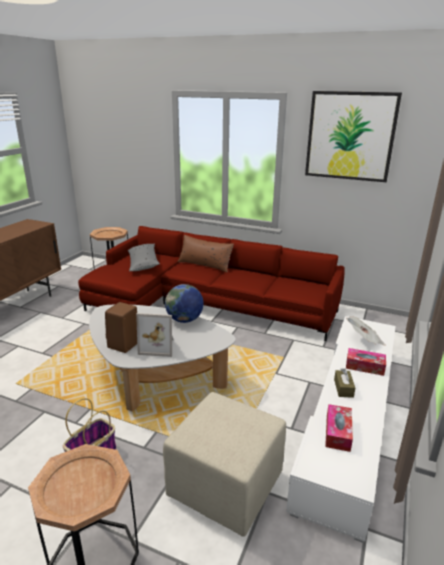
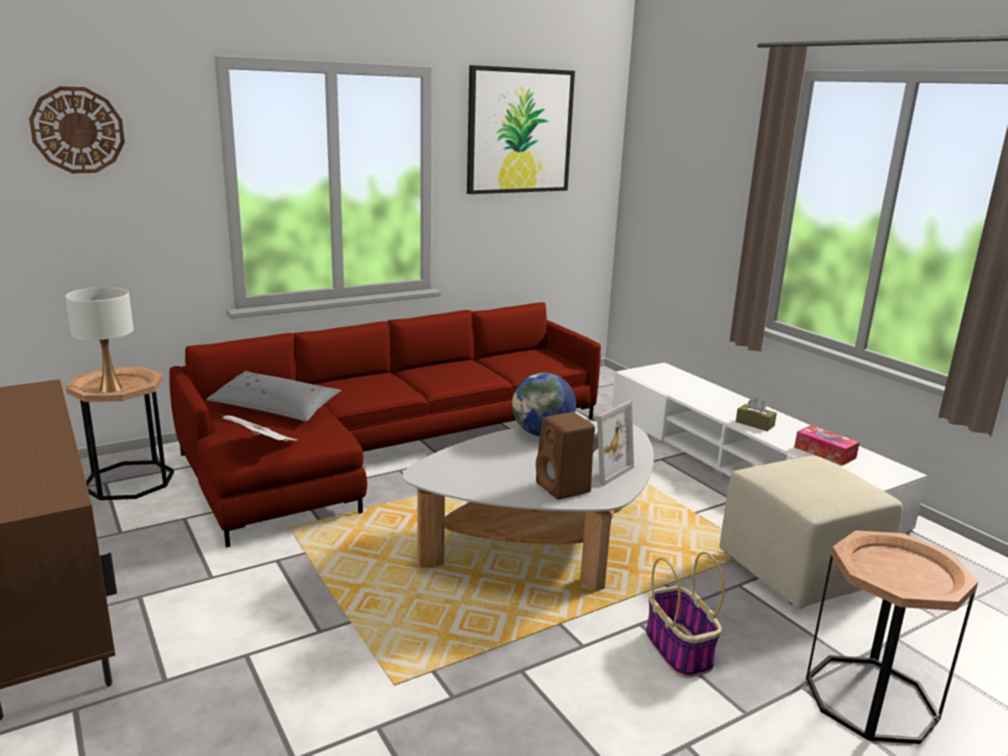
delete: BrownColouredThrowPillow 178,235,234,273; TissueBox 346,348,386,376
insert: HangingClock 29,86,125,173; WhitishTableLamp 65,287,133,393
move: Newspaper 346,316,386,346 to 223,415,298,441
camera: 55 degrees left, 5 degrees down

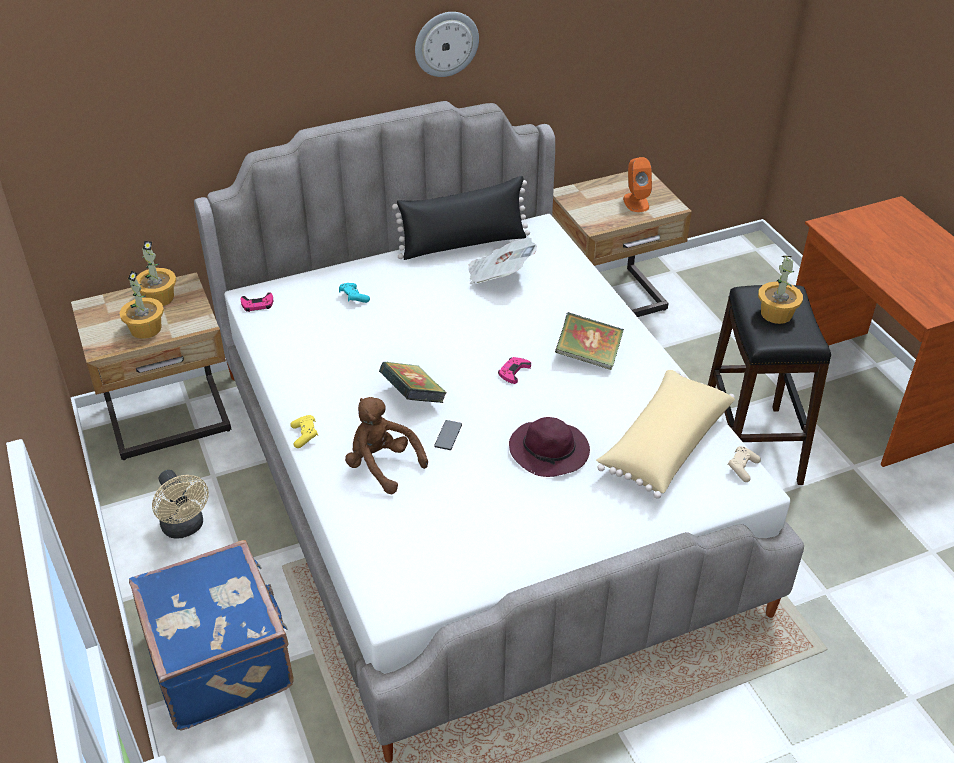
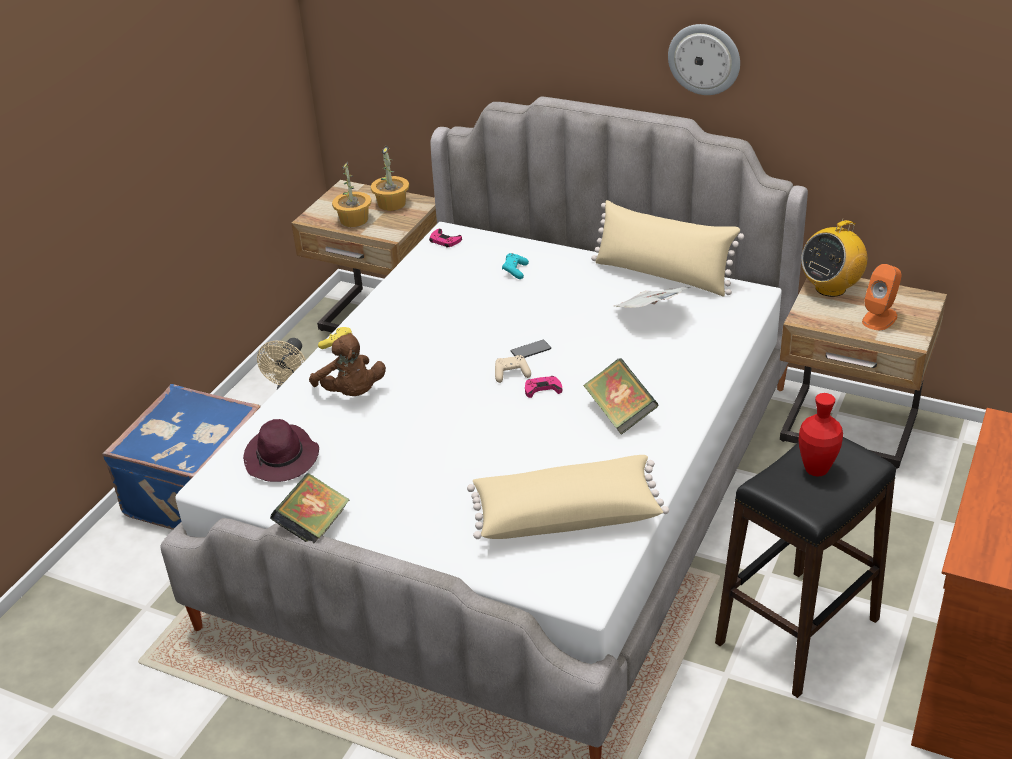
insert: Radio 801,218,867,297
move: PurpleColouredWearableHat 509,417,590,477 to 243,419,319,482; Book 379,362,447,403 to 270,473,350,543; BeigeJoypad 728,446,761,482 to 495,355,531,383; Phone 434,420,462,450 to 511,340,551,358
replace: PottedPlant 758,256,803,324 to RedColouredVase 799,393,843,477
recolor: BlackThrowPillow 392,176,530,260 to BeigeThrowPillow 591,200,744,297
rotate: BrownColouredSoftToy 345,397,428,494 = 309,333,386,396 150 degrees clockwise
camera: 50 degrees right, 5 degrees down

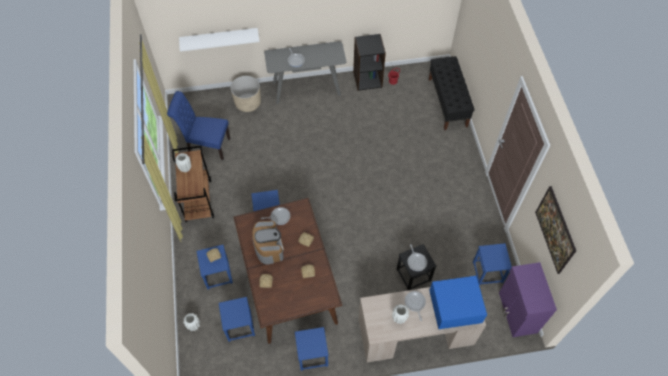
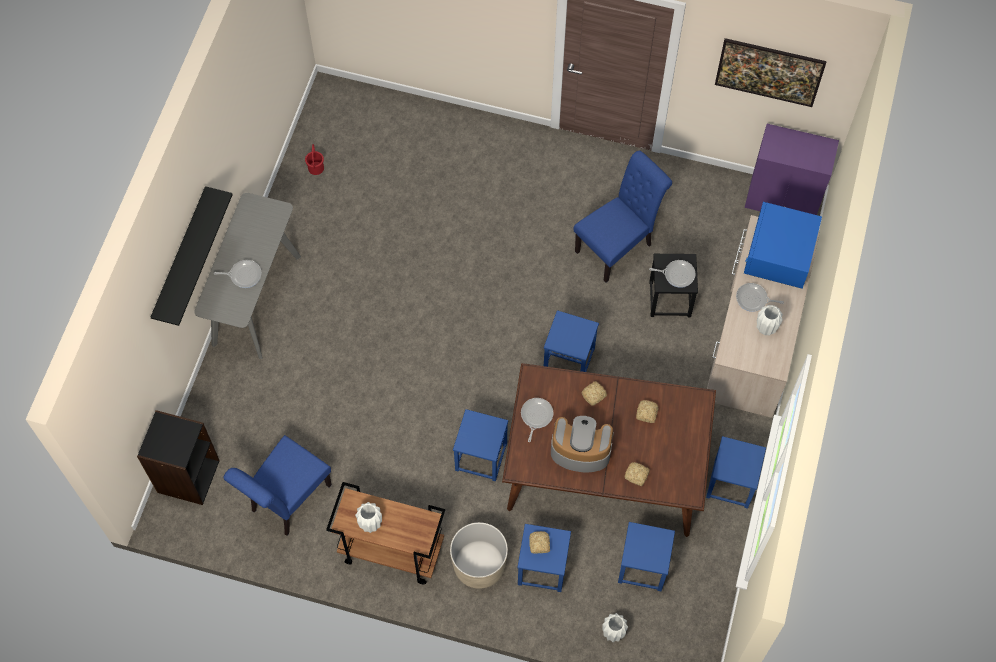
delete: WhitishBracketShelf 179,28,260,52; BlackIndoorBench 428,56,475,130
insert: BlackBracketShelf 150,186,233,326; BlueColouredPlainChair 573,151,672,283
move: BlackBookcase 353,34,386,91 to 137,410,220,505; BeigePlantPot 231,76,261,112 to 450,522,508,589; BlueColouredSittingStool 473,243,512,285 to 544,310,599,372
camera: 65 degrees left, 5 degrees up

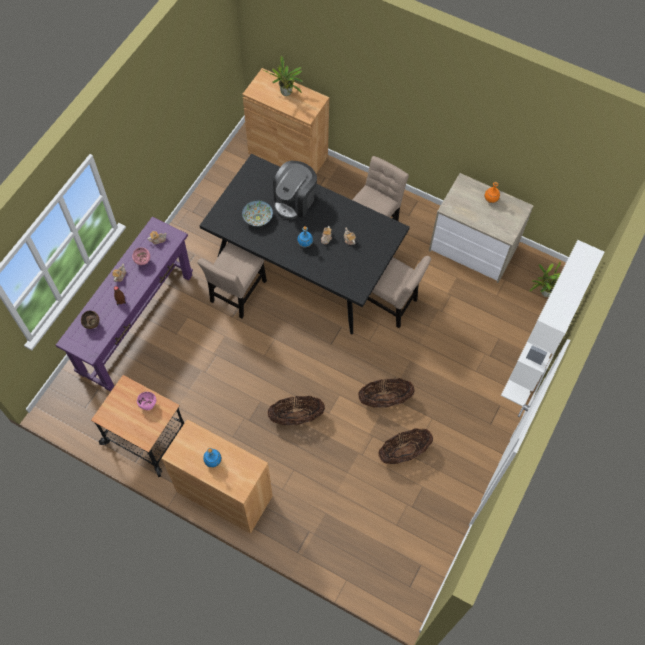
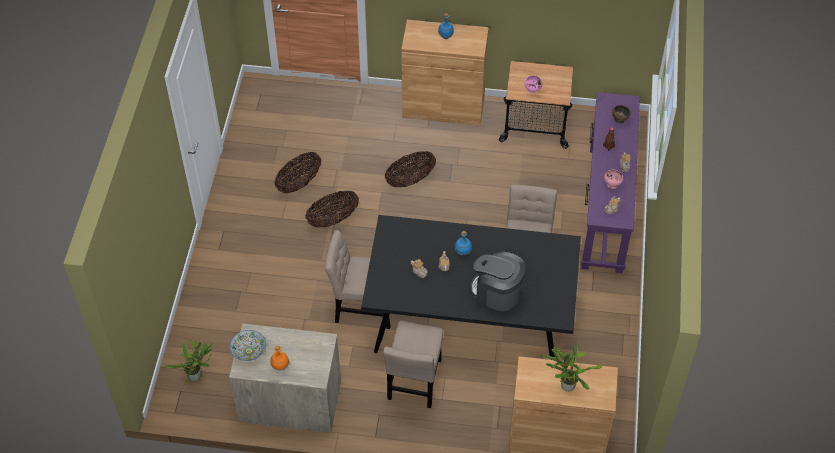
delete: WhitishBookcase 501,240,604,406
move: Bowl 242,200,273,226 to 230,330,266,361
rotate: CoffeeMachine 273,161,317,219 = 471,251,525,311 75 degrees counterclockwise
camera: 160 degrees right, 10 degrees down

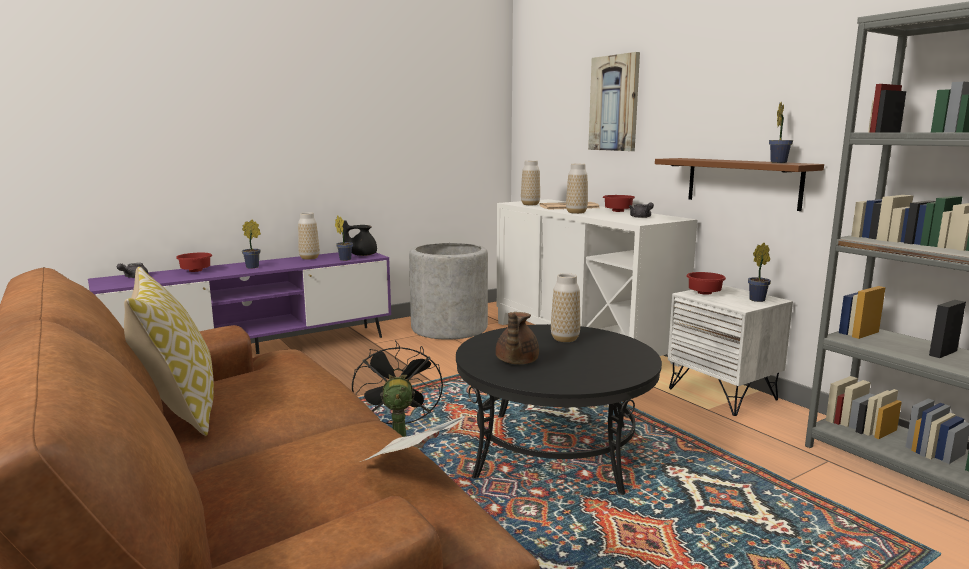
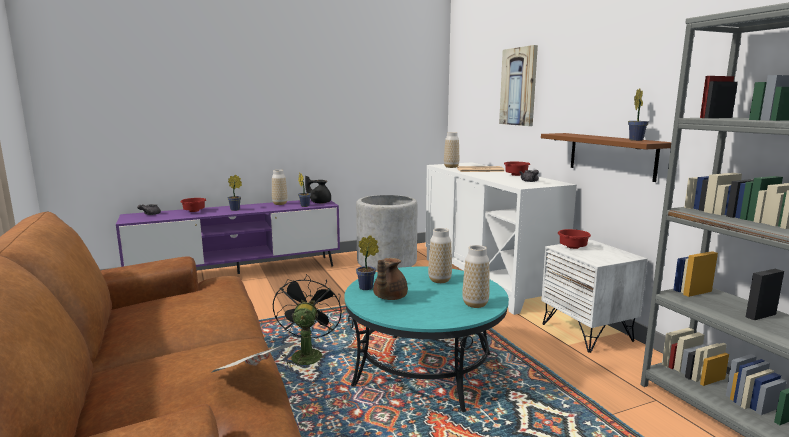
delete: ThrowPillow 124,267,214,436
move: PottedPlant 748,243,771,302 to 356,235,379,290; Vase 566,164,588,214 to 462,245,490,308
recolor: BlackCoffeeTable 456,324,662,495 to BlueGreenCoffeeTable 344,267,509,412
camera: 10 degrees right, 0 degrees up

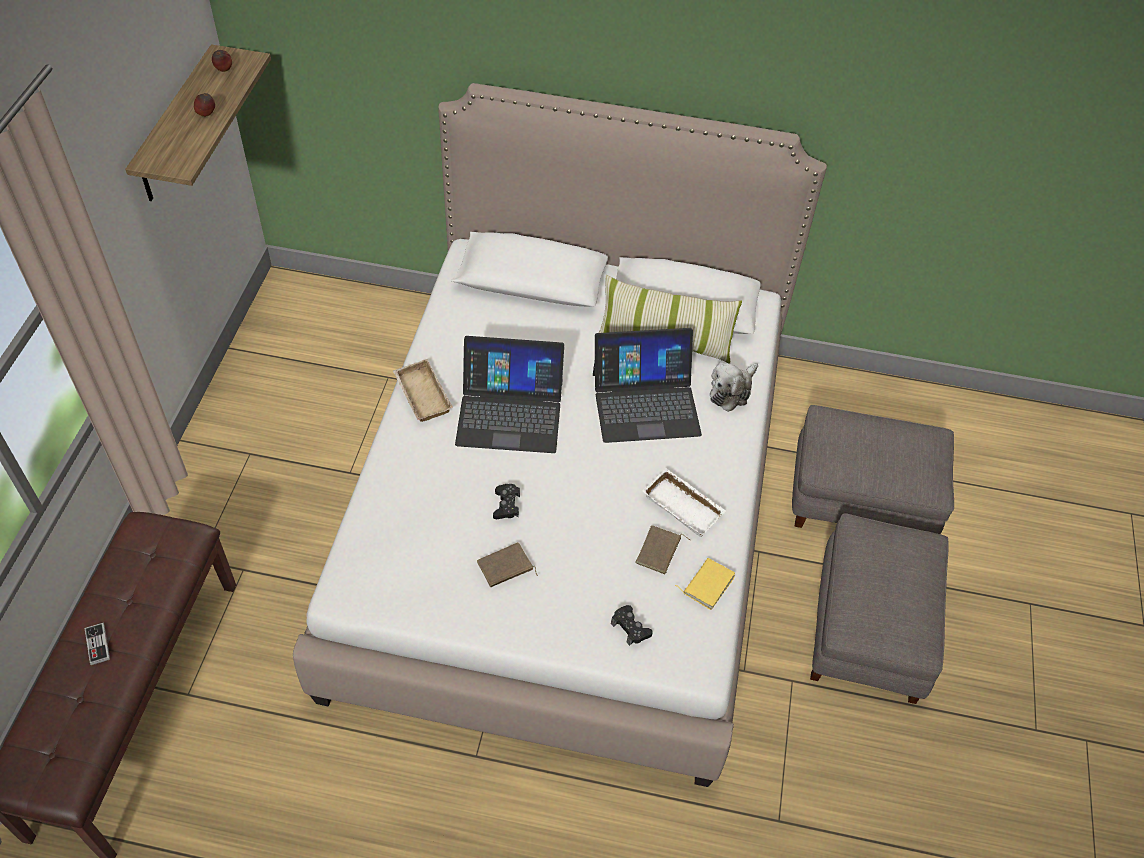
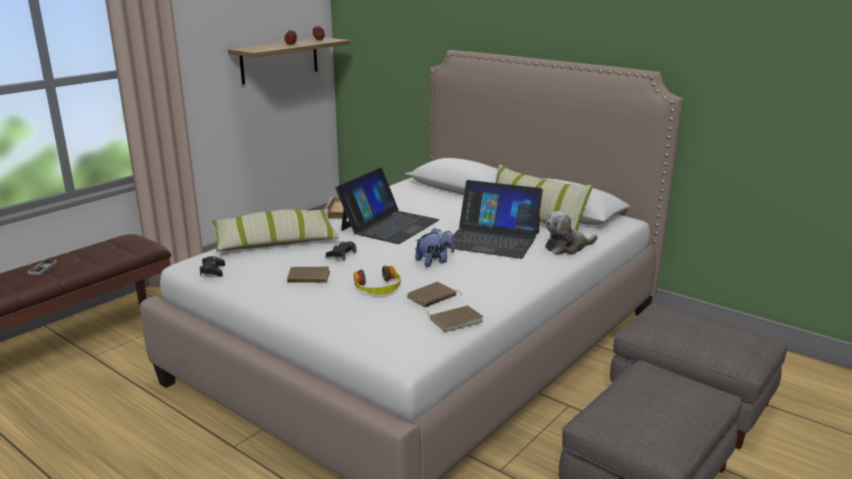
delete: WhitishServingTray 643,468,726,537
insert: ThrowPillow 212,209,339,252; Headset 354,265,400,295; SoftToy 415,228,455,267
move: BlackJoypad 611,605,653,646 to 200,256,225,276
recolor: YellowBook 675,558,735,610 to BrownColouredBook 426,305,483,332
rotate: PortableComputer 455,336,564,453 = 335,168,439,244 90 degrees counterclockwise
camera: 30 degrees right, 30 degrees down

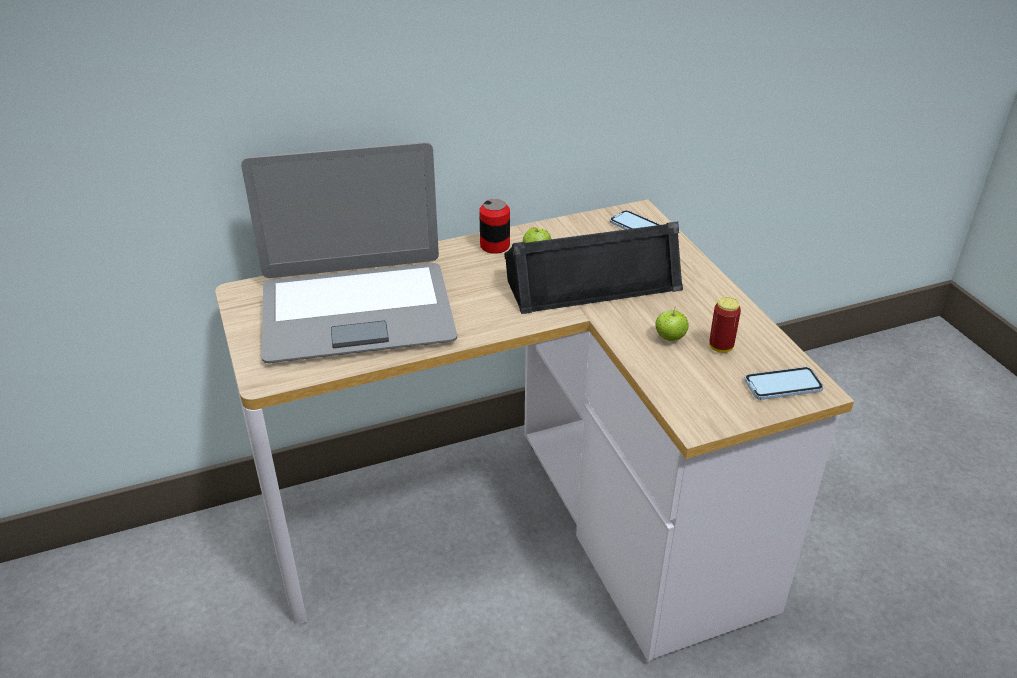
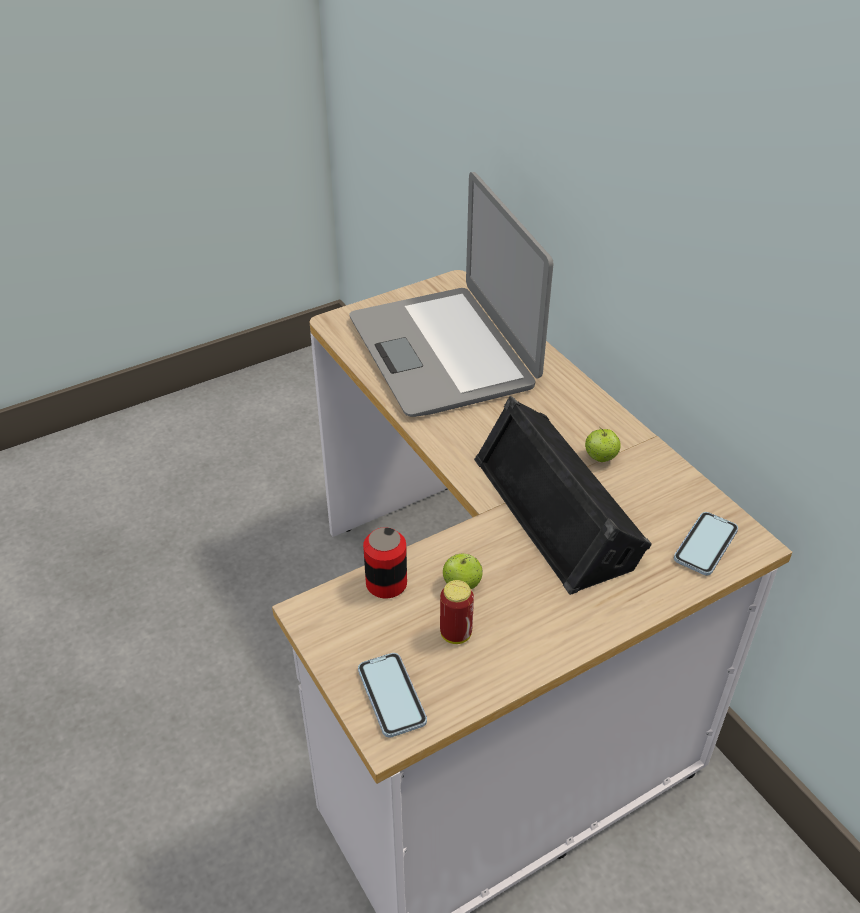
move: Can 479,199,510,254 to 363,527,407,598
camera: 80 degrees right, 5 degrees up

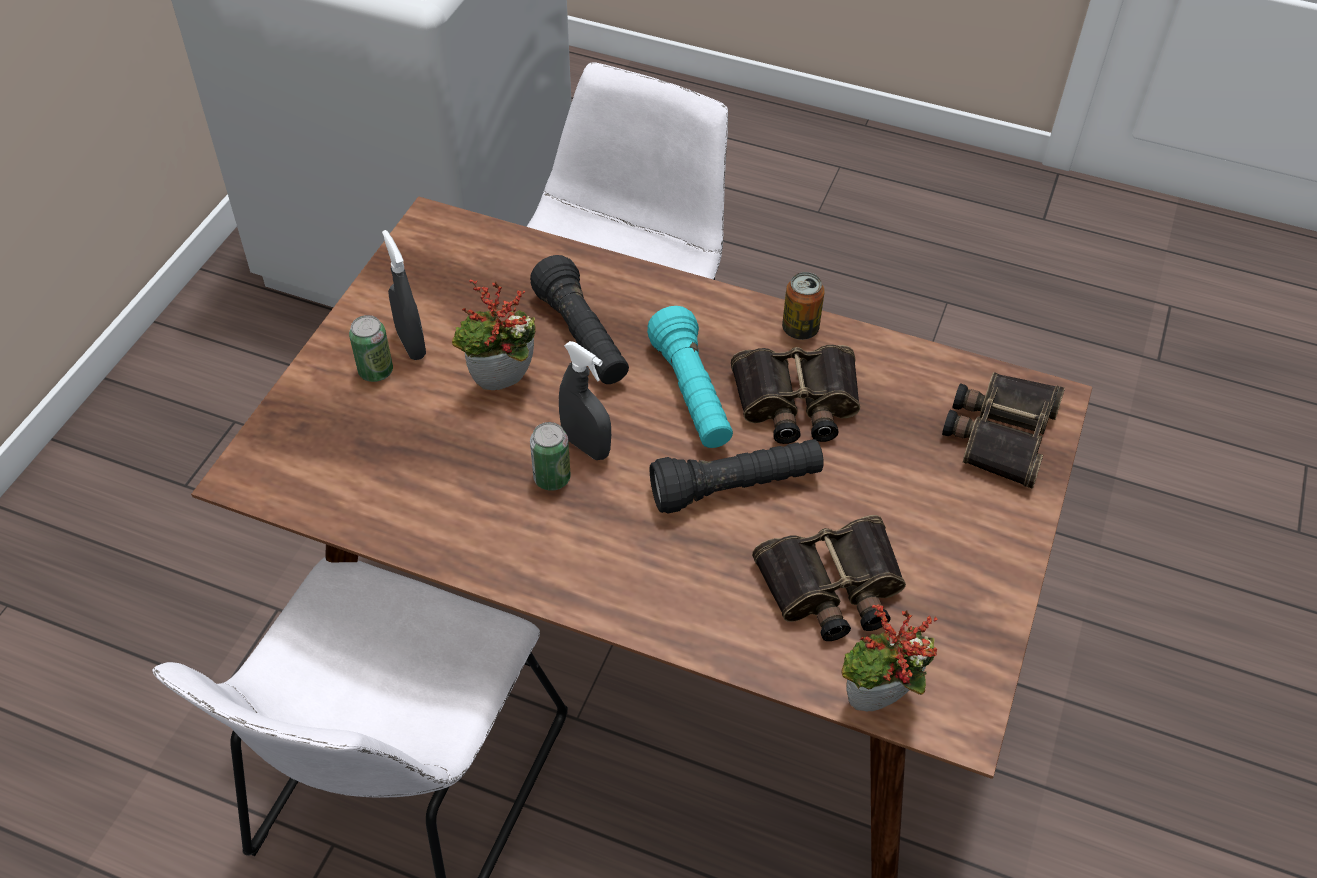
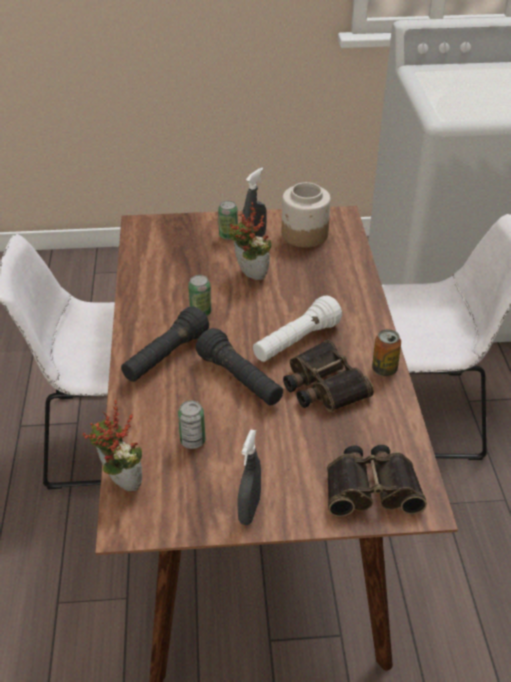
insert: Jar 282,182,331,248
move: BlackHandTorch 530,255,629,384 to 121,306,209,382; GreyHandSprayer 559,341,611,460 to 237,430,261,525
replace: FieldGlasses 752,515,906,641 to Can 178,400,205,449
recolor: BlueGreenHandTorch 647,306,733,448 to WhitishHandTorch 253,296,342,362
camera: 65 degrees right, 10 degrees down

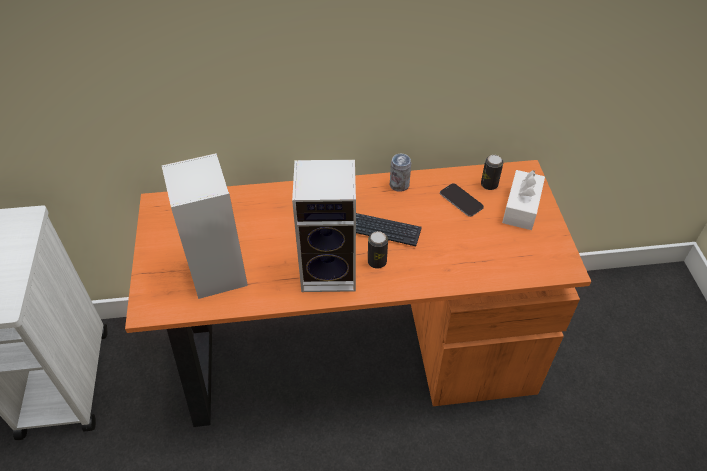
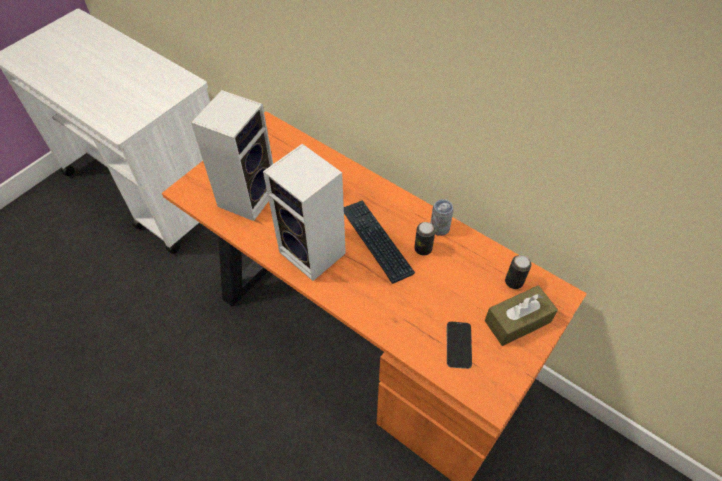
move: Can 368,231,388,269 to 414,222,435,256; Phone 440,183,484,217 to 447,322,472,369
recolor: WhitishTissueBox 502,170,545,230 to BrownColouredTissueBox 485,285,558,346
camera: 45 degrees right, 5 degrees up

